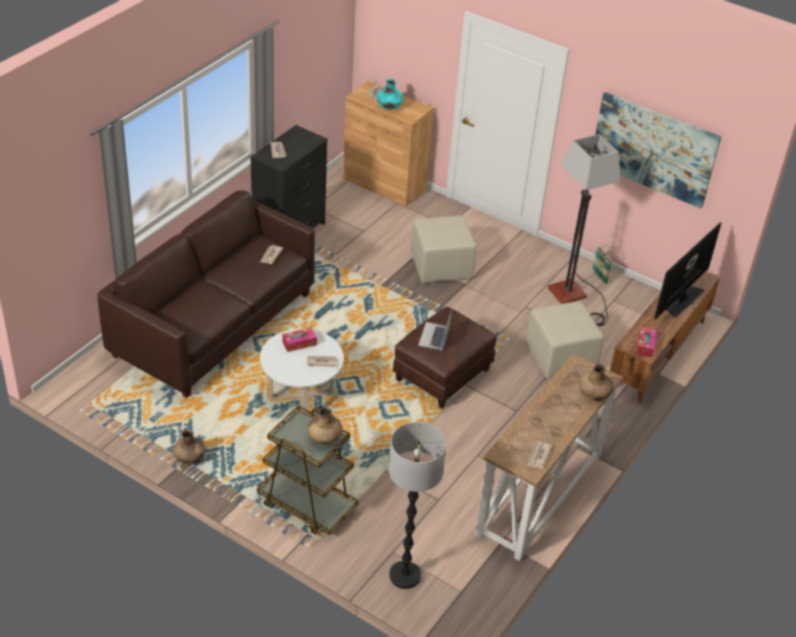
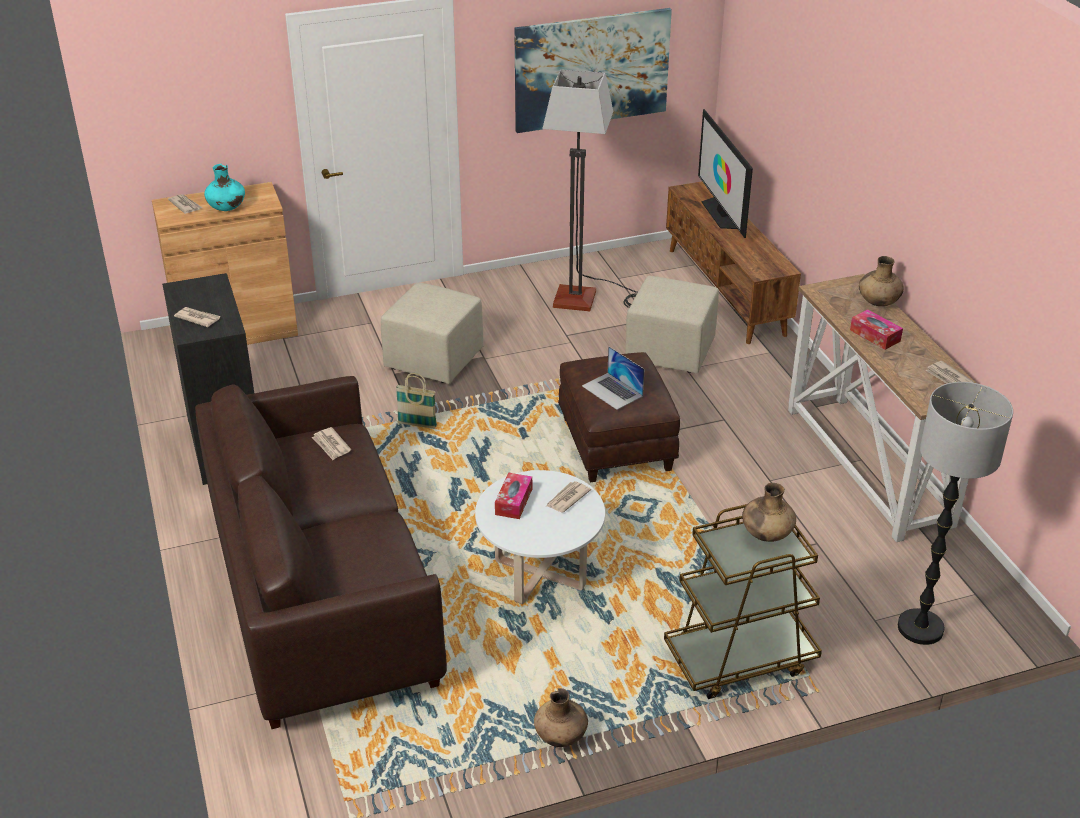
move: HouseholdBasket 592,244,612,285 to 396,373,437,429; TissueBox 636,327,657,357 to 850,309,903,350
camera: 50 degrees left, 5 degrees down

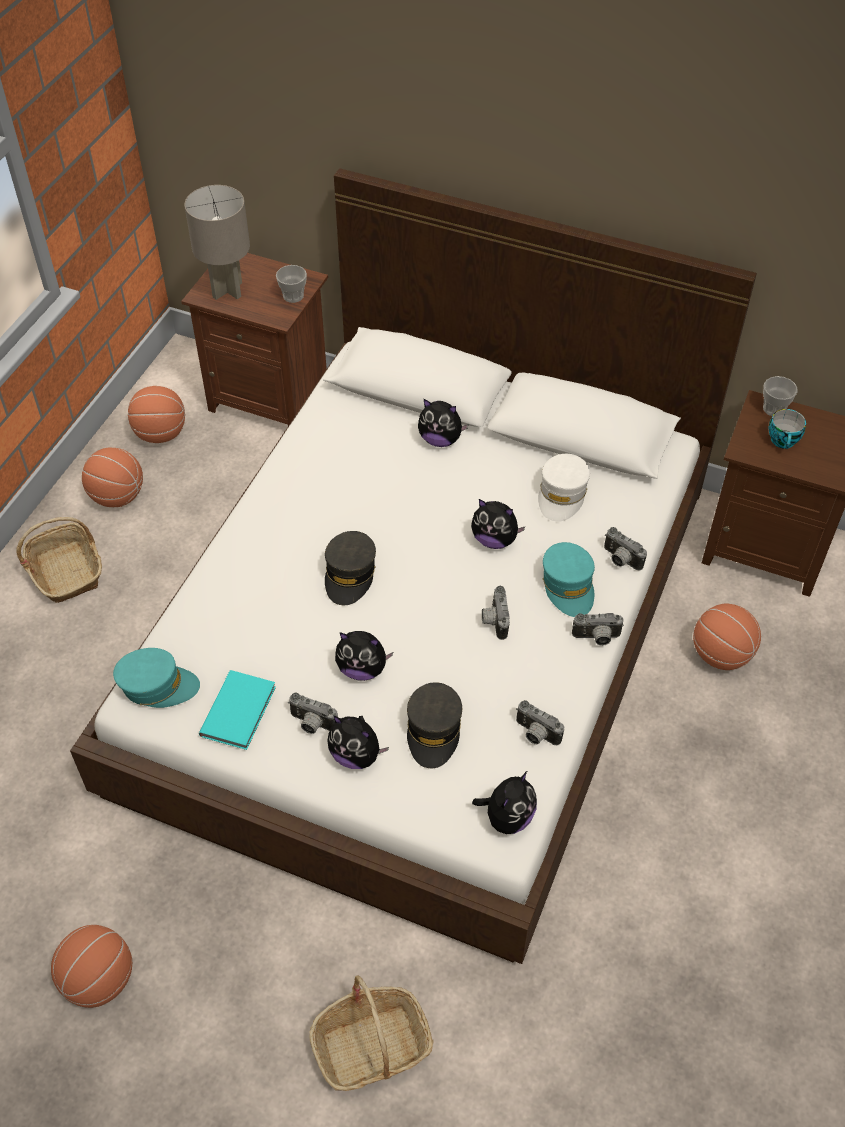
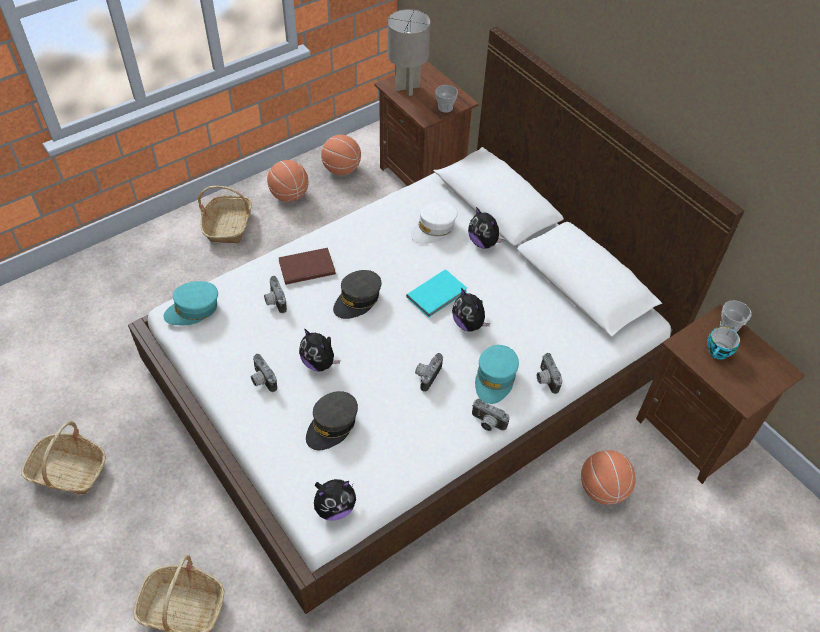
delete: SoftToy 327,715,389,769
insert: BrownColouredBook 279,248,336,285
move: PhotoCamera 516,700,564,745 to 264,276,287,313; BlueGreenBook 199,670,276,750 to 406,269,467,318; WhitishBaseballCap 538,454,590,522 to 411,201,458,244
replace: BallForBasketball 51,925,132,1008 to HouseholdBasket 21,421,106,494
rotate: BlueGreenBaseballCap 113,648,200,708 = 163,281,218,325 120 degrees clockwise
camera: 30 degrees right, 0 degrees up

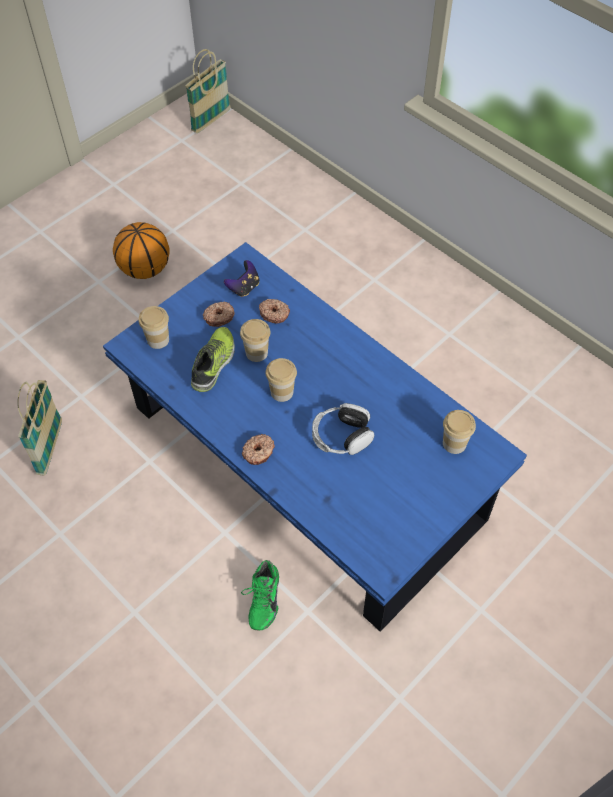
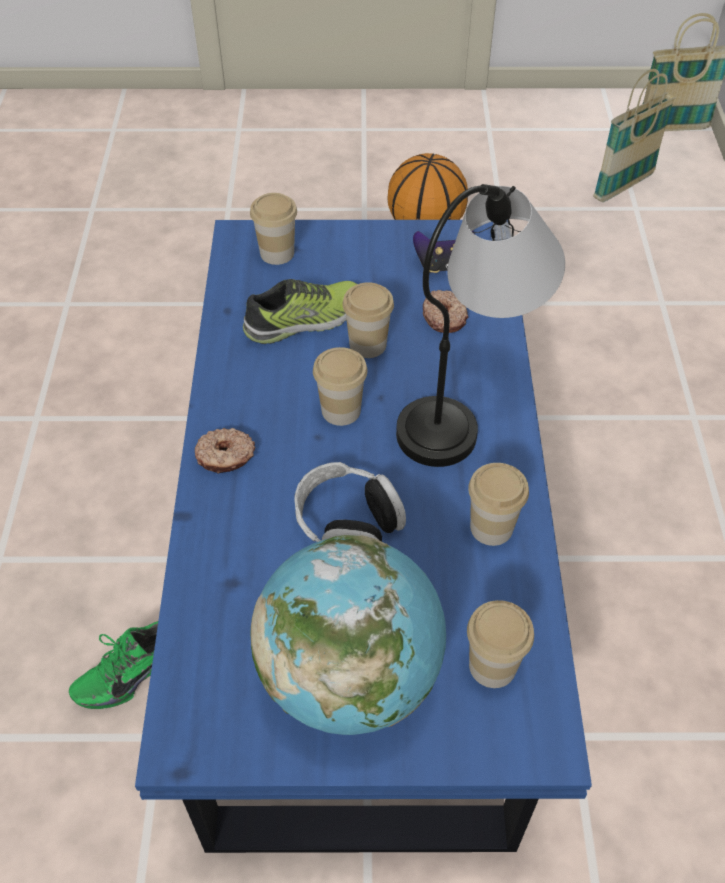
delete: Donut 203,301,235,327
insert: WorldGlobe 251,535,446,735; TableLamp 396,184,565,467; Cup 468,463,529,546
move: HouseholdBasket 17,380,62,476 to 593,69,676,202
camera: 45 degrees right, 5 degrees down

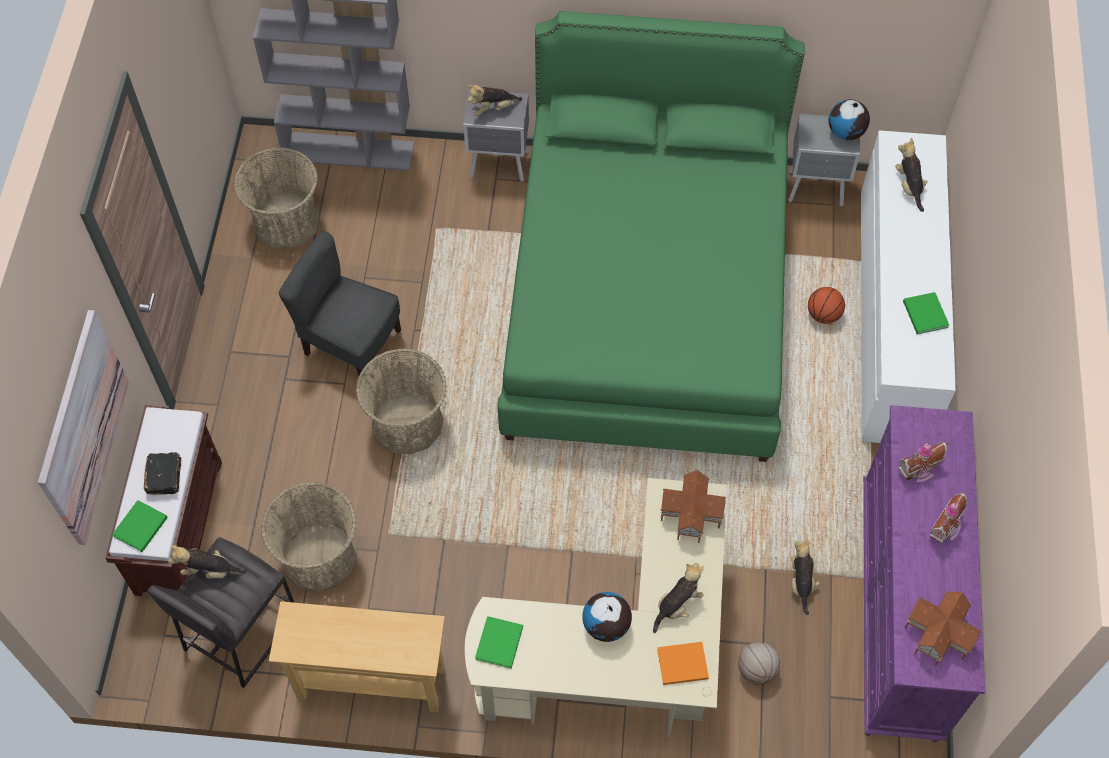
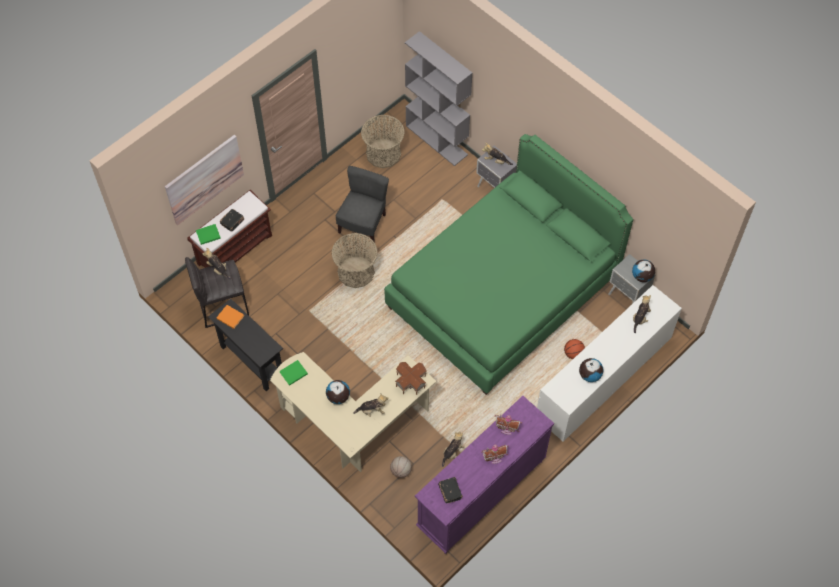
delete: HouseholdBasket 261,482,357,592
move: OrangeBook 657,642,709,685 to 216,305,244,329
replace: ToyHouse 905,591,982,666 to BlackBook 438,477,463,503; GreenColouredBook 903,292,949,334 to WorldGlobe 579,358,604,382
recolor: BeigeNarrowTable 269,601,445,713 to BlackNarrowTable 208,299,283,391
rotate: GreyPlainChair 279,231,401,376 = 336,166,389,244 45 degrees clockwise
camera: 40 degrees right, 0 degrees up

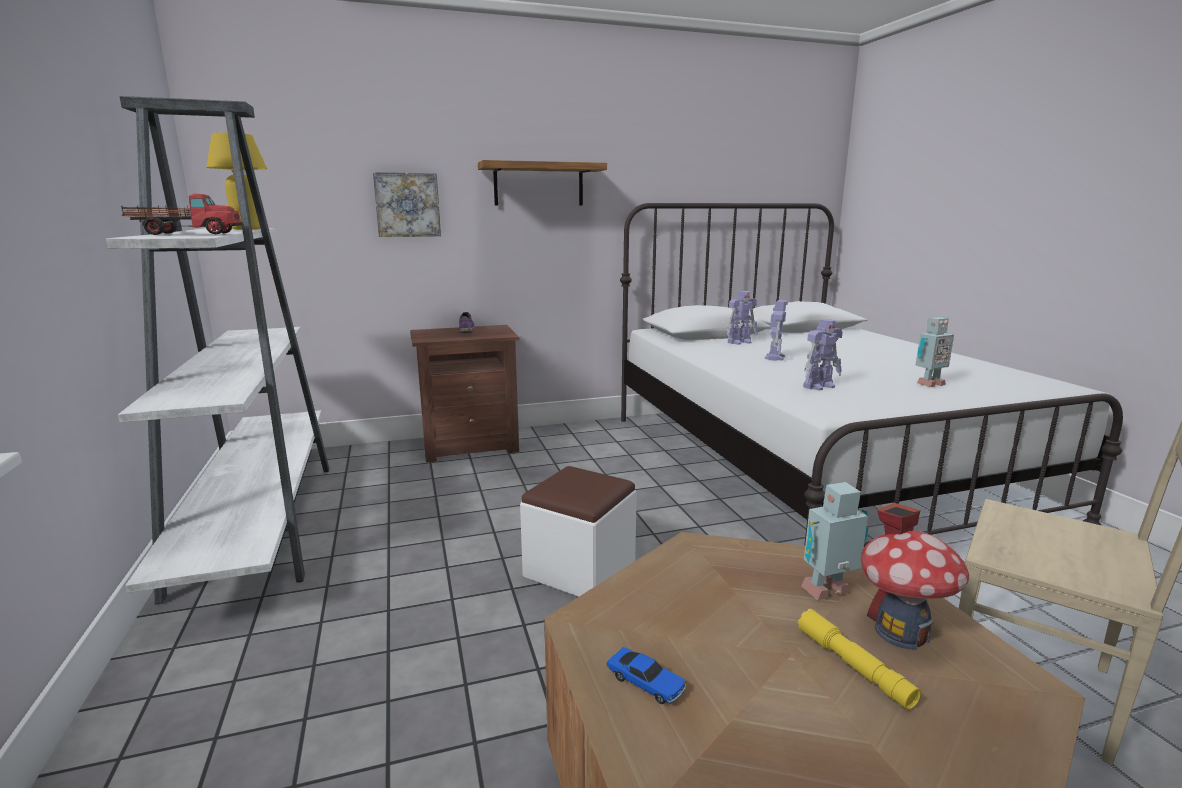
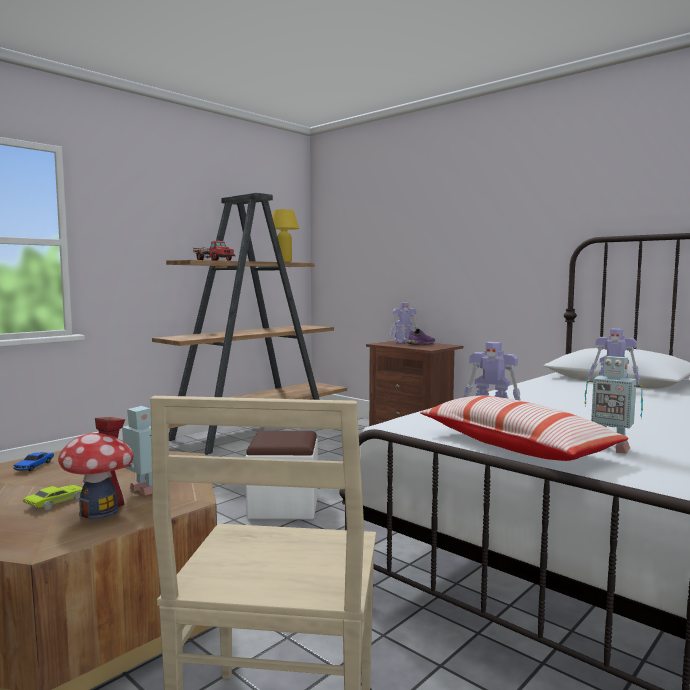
delete: Picture 373,172,441,237; BracketShelf 478,160,607,205
insert: ThrowPillow 420,395,628,461
move: RobotFigure 765,300,788,361 to 390,303,418,343
replace: YellowHandTorch 798,609,921,710 to GreenColouredToyCar 22,485,82,510
recolor: WhitishBookcase 106,96,330,605 to BrownColouredBookcase 152,193,347,455
camera: 60 degrees right, 10 degrees down

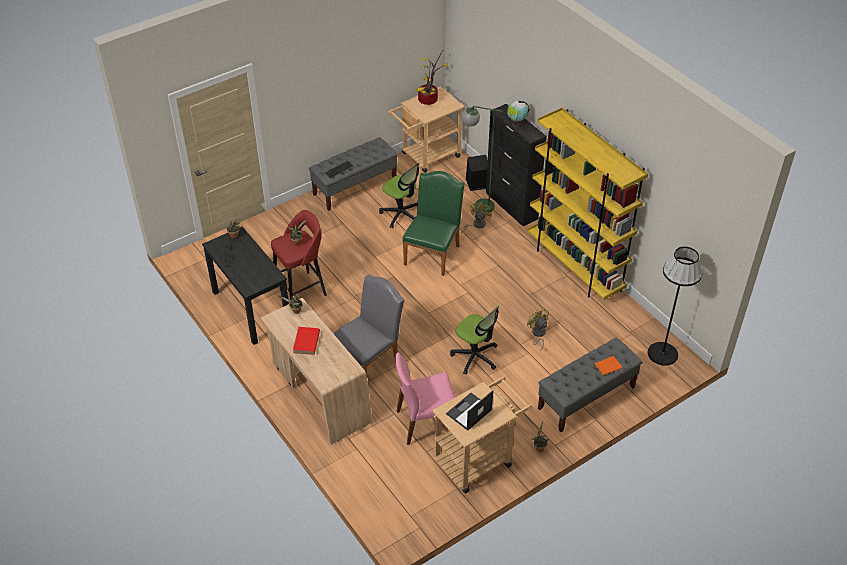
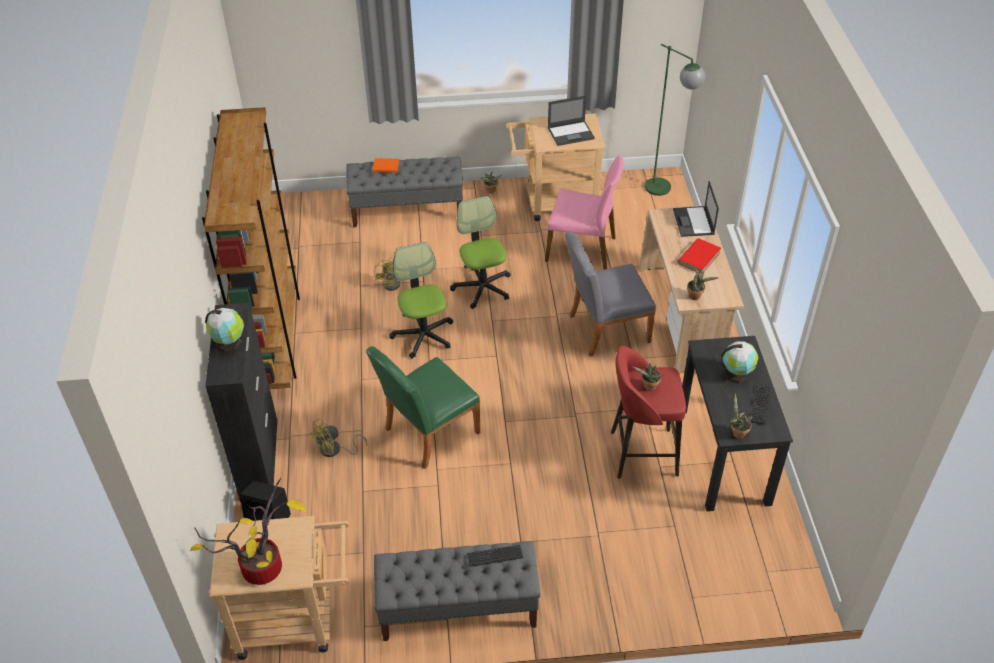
delete: BlackStandingLamp 647,247,702,366
insert: PortableComputer 673,181,719,237; WorldGlobe 721,341,758,384
move: DeskChair 379,163,419,228 to 389,242,453,359; GreenColouredStandingLamp 461,106,502,212 to 645,44,705,196
recolor: YellowBookcase 527,108,648,300 to BrownColouredBookcase 202,107,300,389
camera: 150 degrees left, 0 degrees up

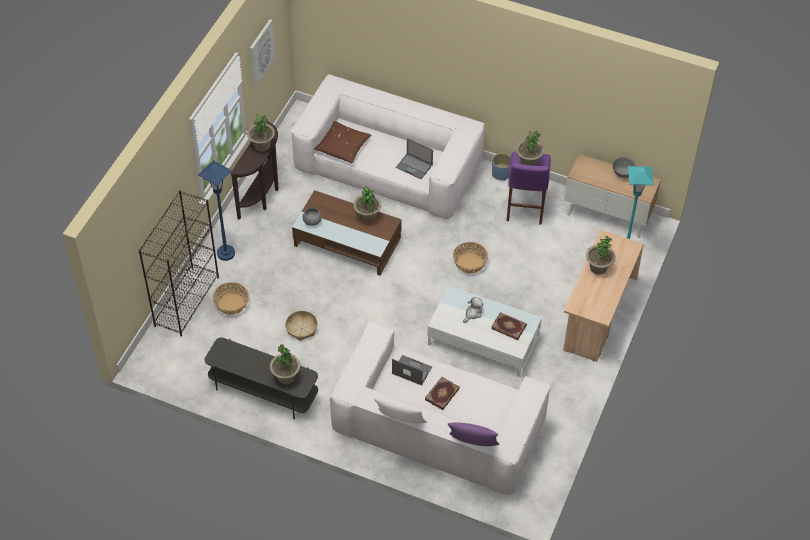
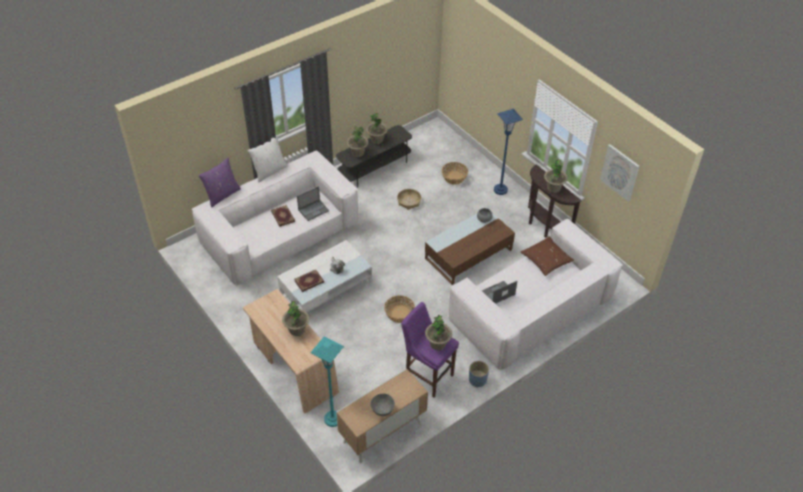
delete: BlackBookcase 138,190,219,337
move: PottedPlant 353,186,381,223 to 366,112,388,144
camera: 120 degrees right, 5 degrees down

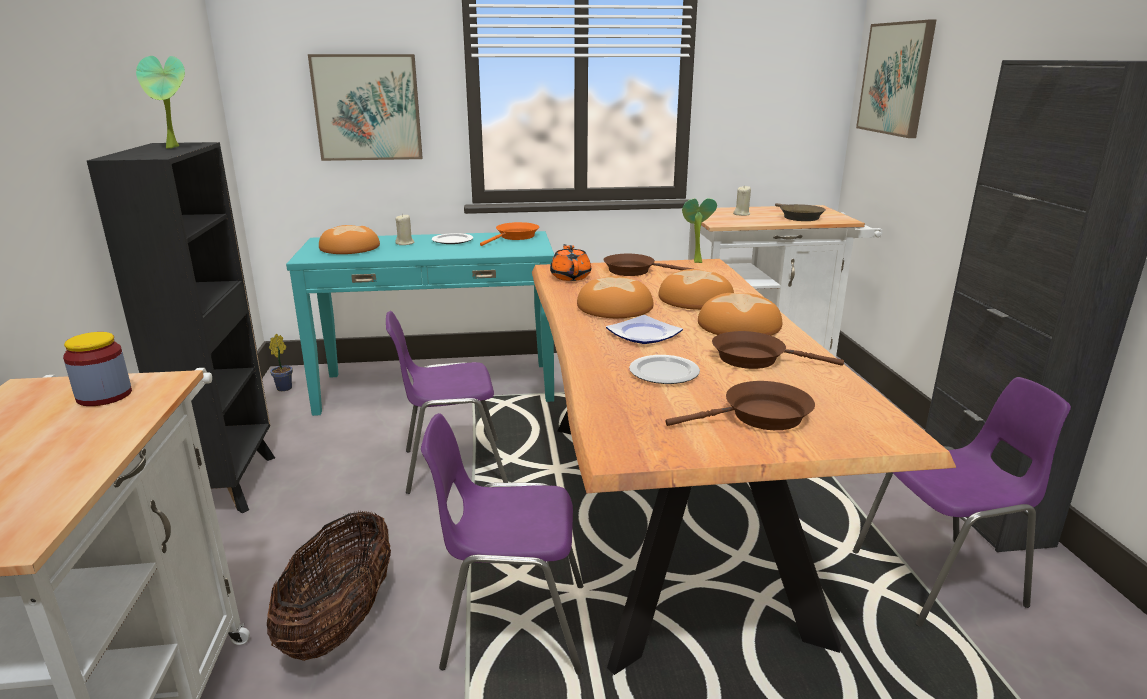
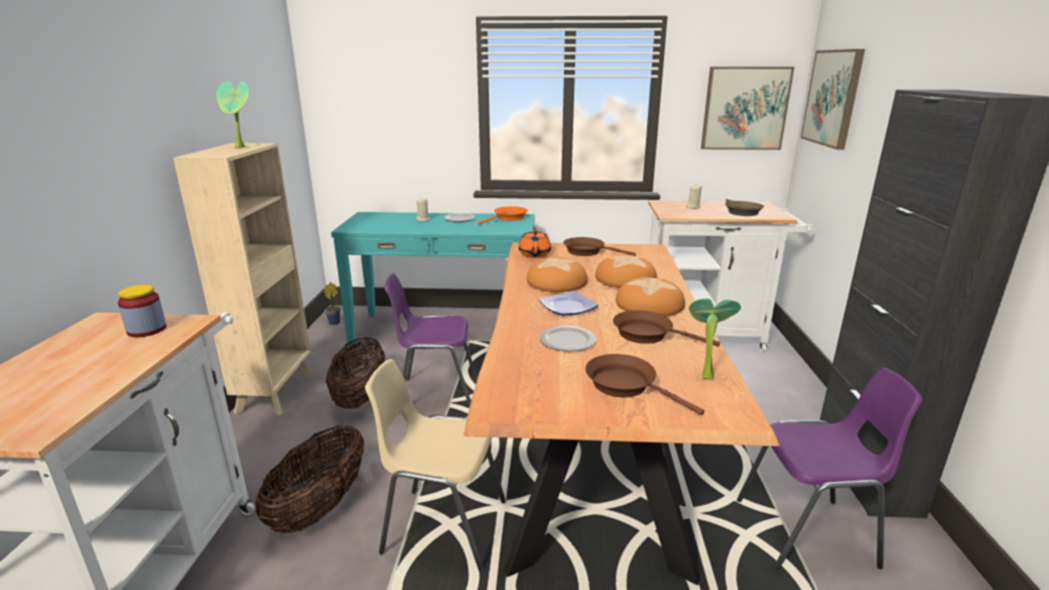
delete: BakedBread 319,225,380,254
insert: HouseholdBasket 326,337,385,409
move: PottedPlant 682,198,717,263 to 689,298,741,380; Picture 308,54,423,161 to 701,67,794,150
recolor: BlackBookcase 87,142,275,513 to BeigeBookcase 173,143,313,416; PurpleColouredPlainChair 421,413,583,675 to BeigePlainChair 365,359,506,573
rotate: BrownColouredFryingPan 666,381,815,430 = 585,354,704,415 135 degrees counterclockwise
camera: 10 degrees right, 0 degrees up

